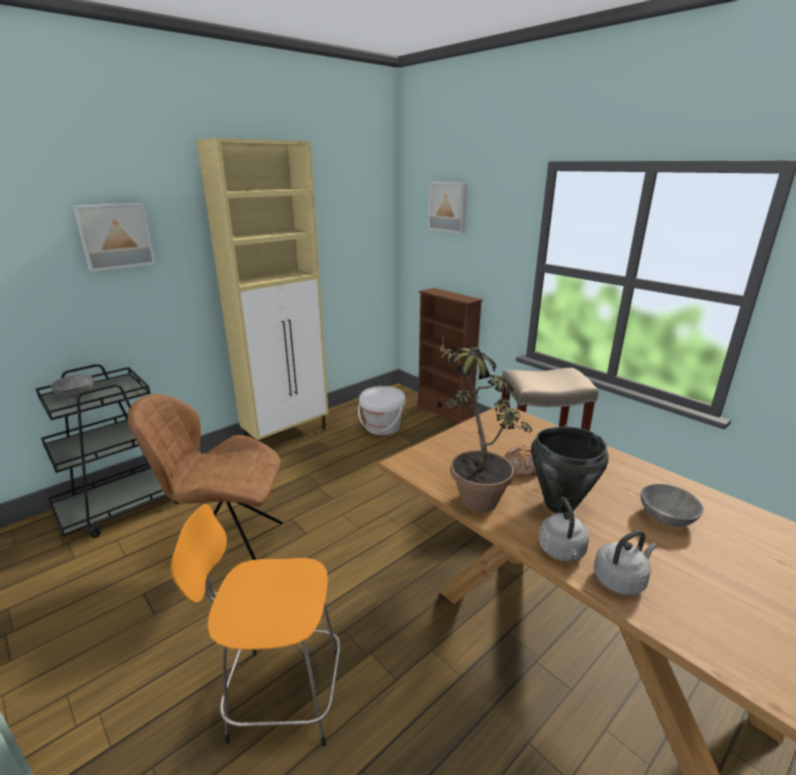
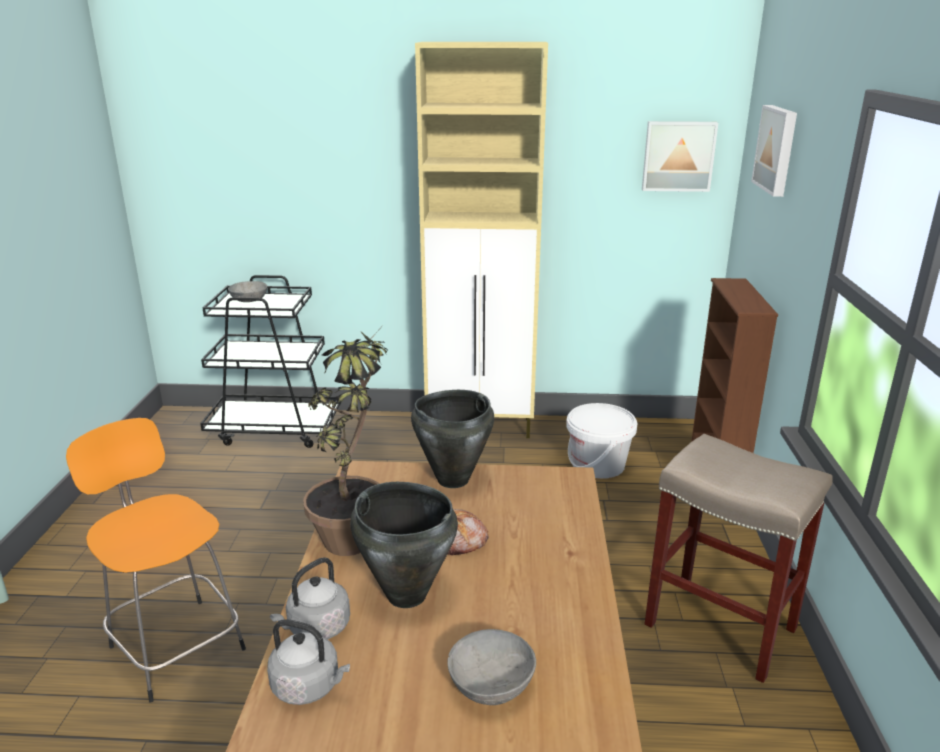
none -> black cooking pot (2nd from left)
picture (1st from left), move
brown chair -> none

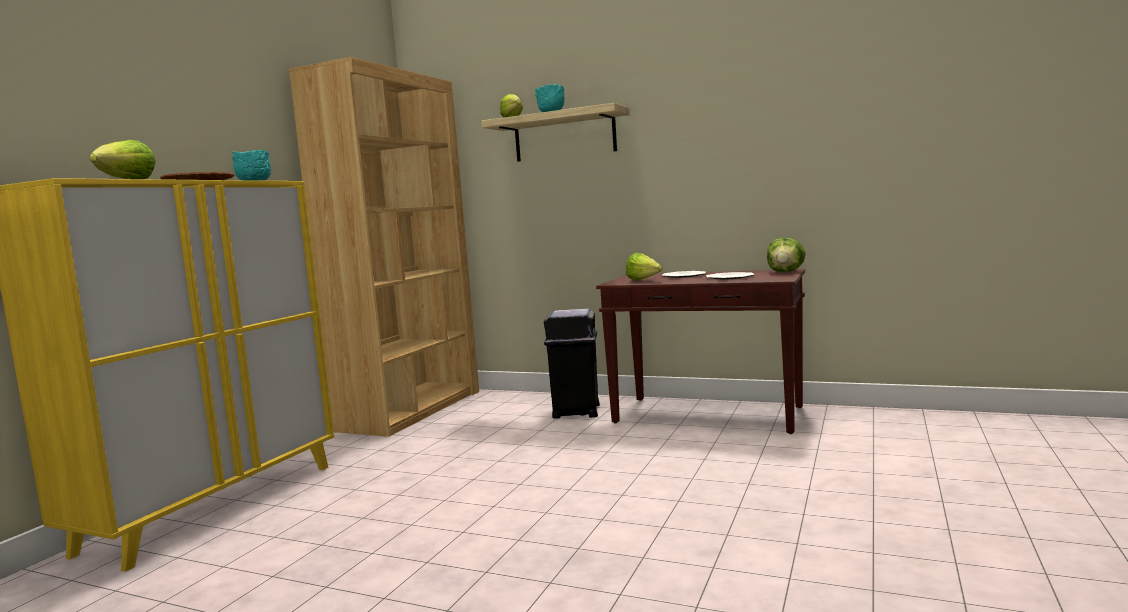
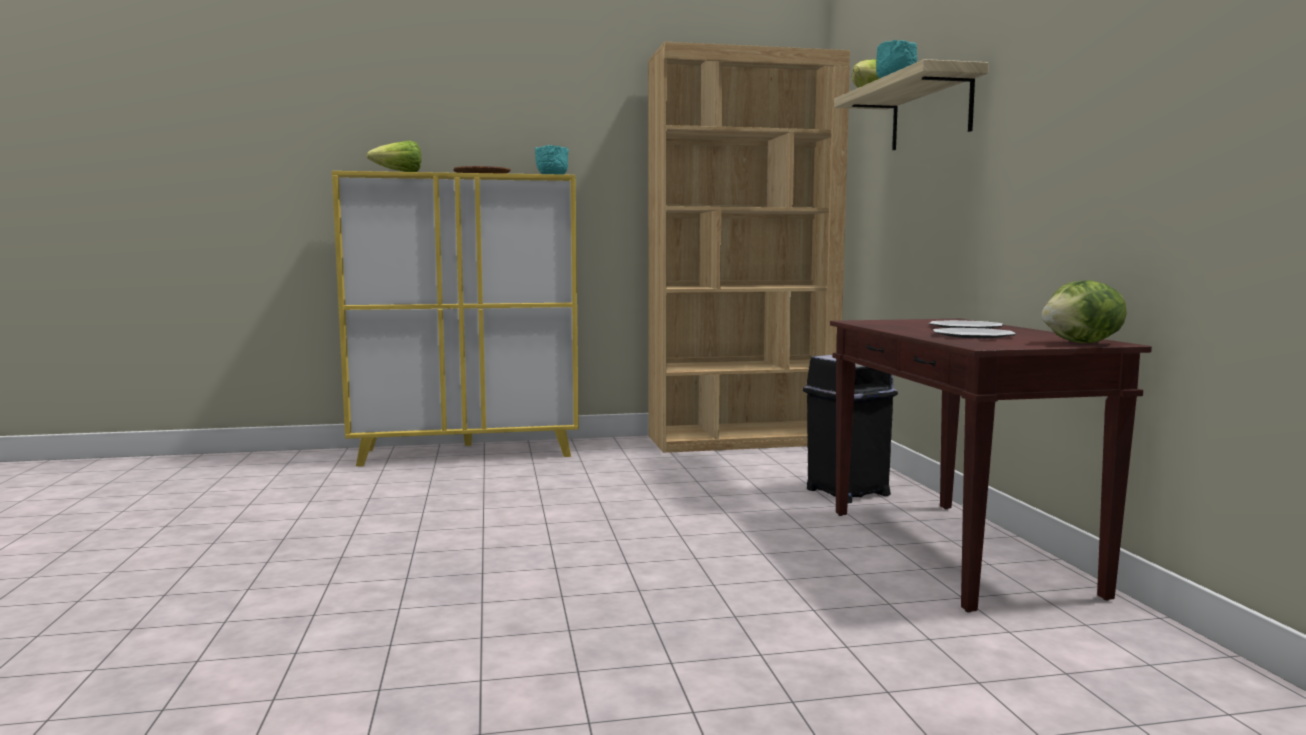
lettuce (3rd from left) -> none

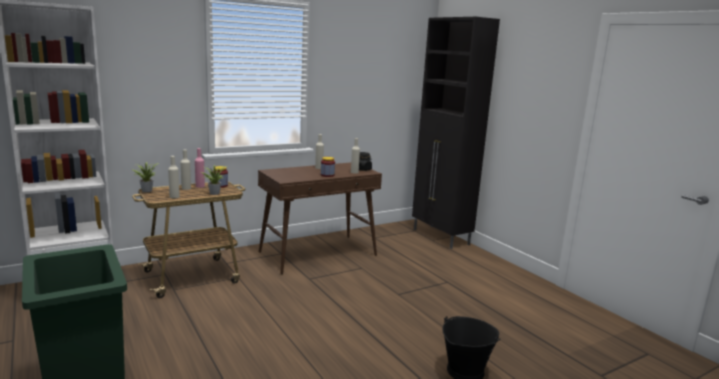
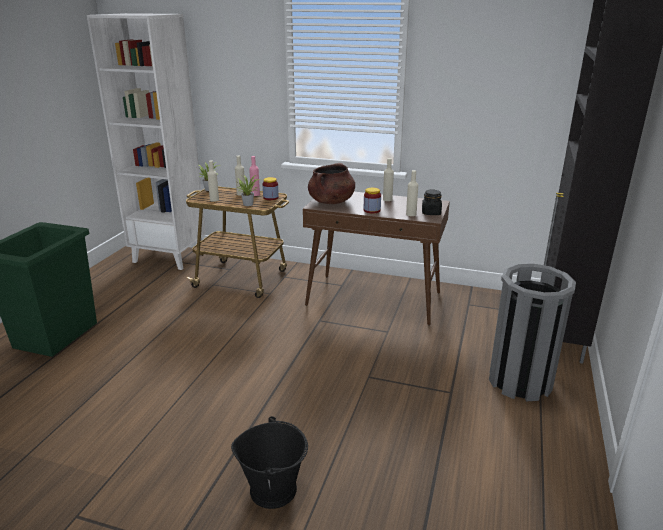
none -> brown cooking pot
none -> grey trash can

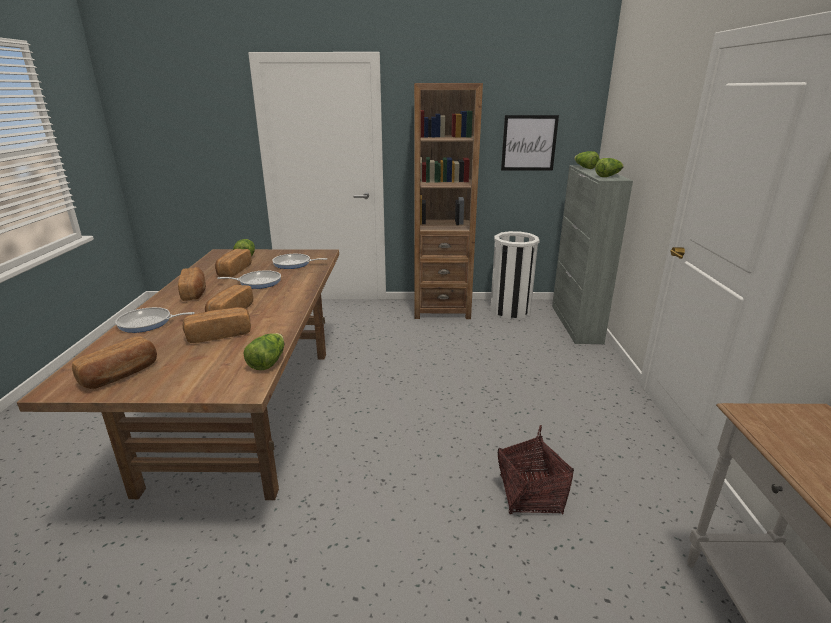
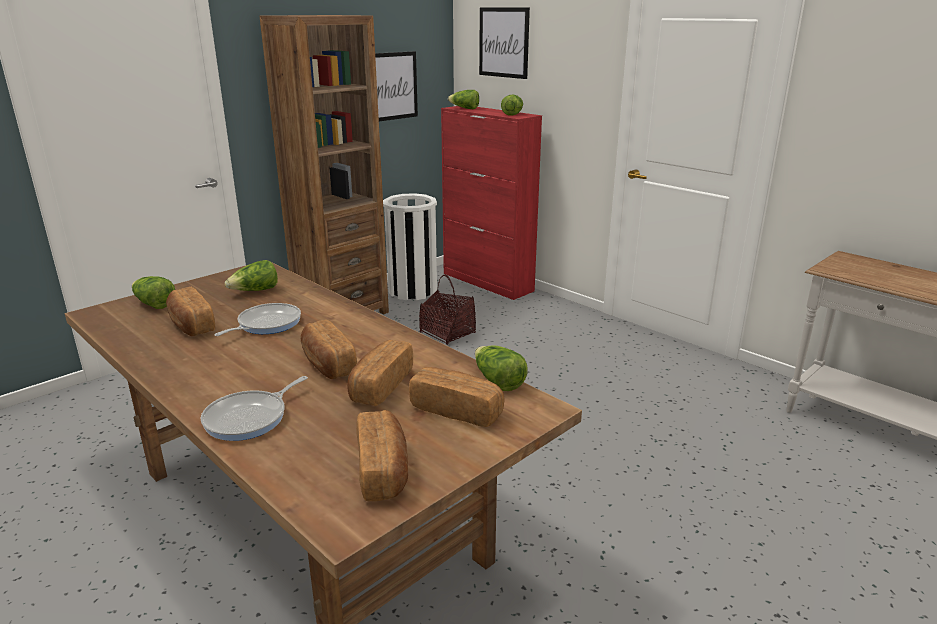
frying pan (3rd from left) -> lettuce (2nd from left)
bread (2nd from left in the first image) -> bread (5th from left), move
basket, move
grey cabinet -> red cabinet
none -> picture (2nd from left)

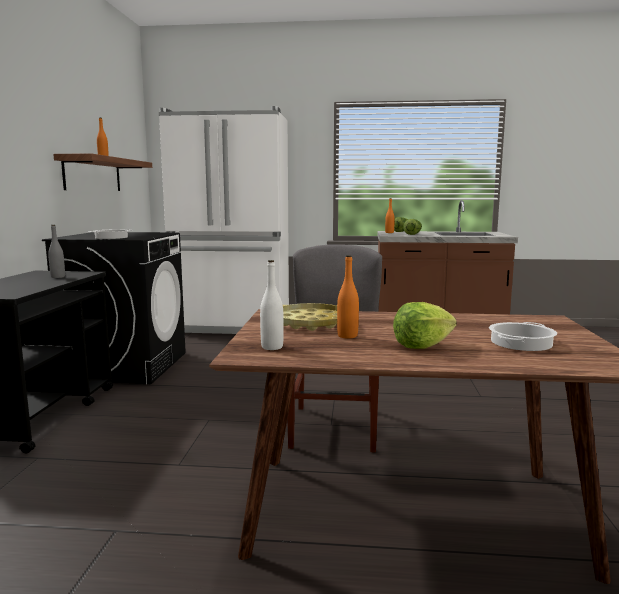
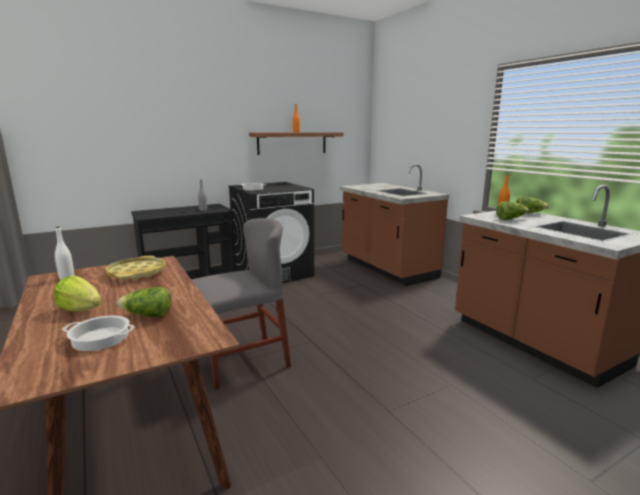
none -> lettuce (2nd from left)
white fridge -> brown counter (1st from left)
orange bottle (2nd from left) -> none

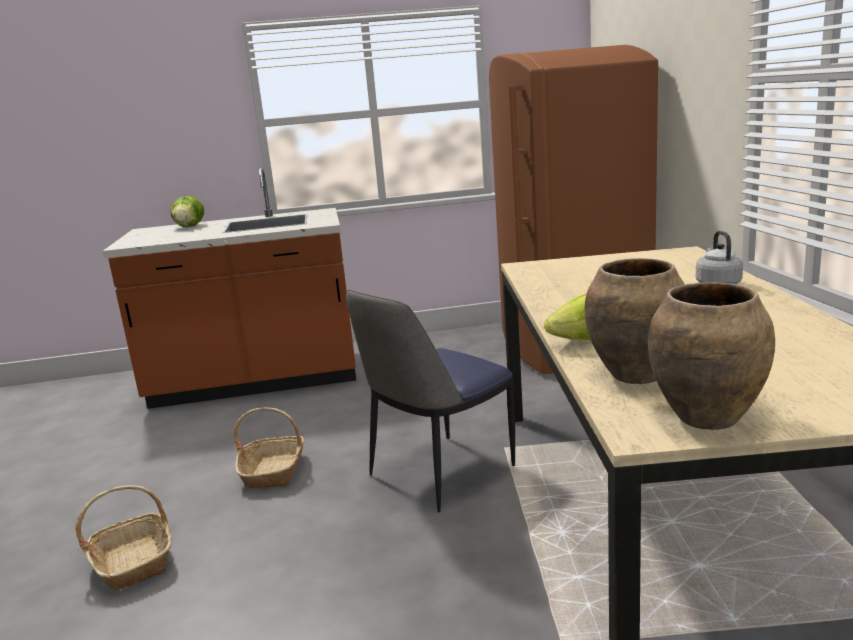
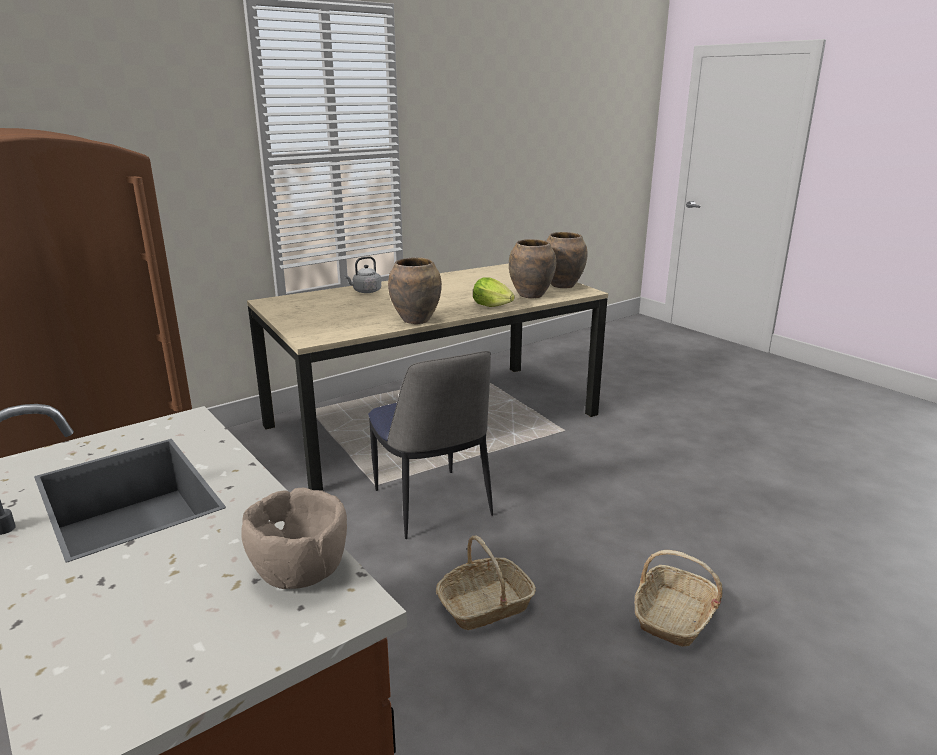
none -> brown bowl
chair, 45 degrees clockwise
none -> brown vase (1st from left)
lettuce (1st from left) -> none

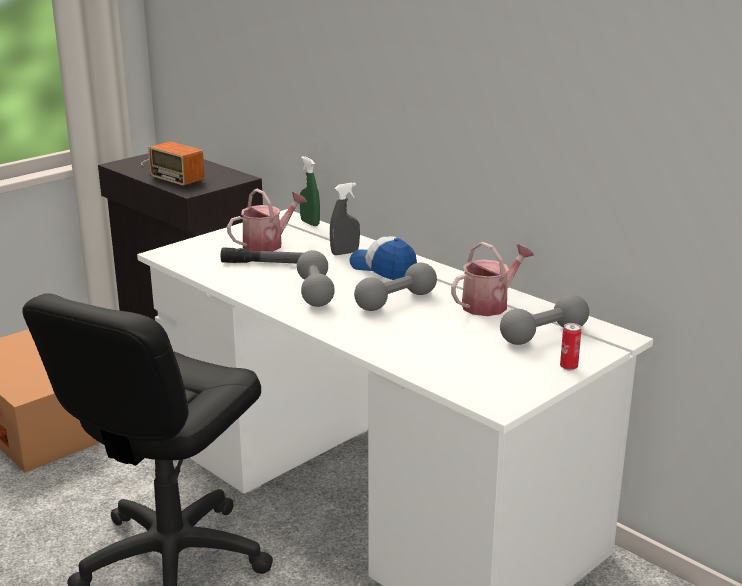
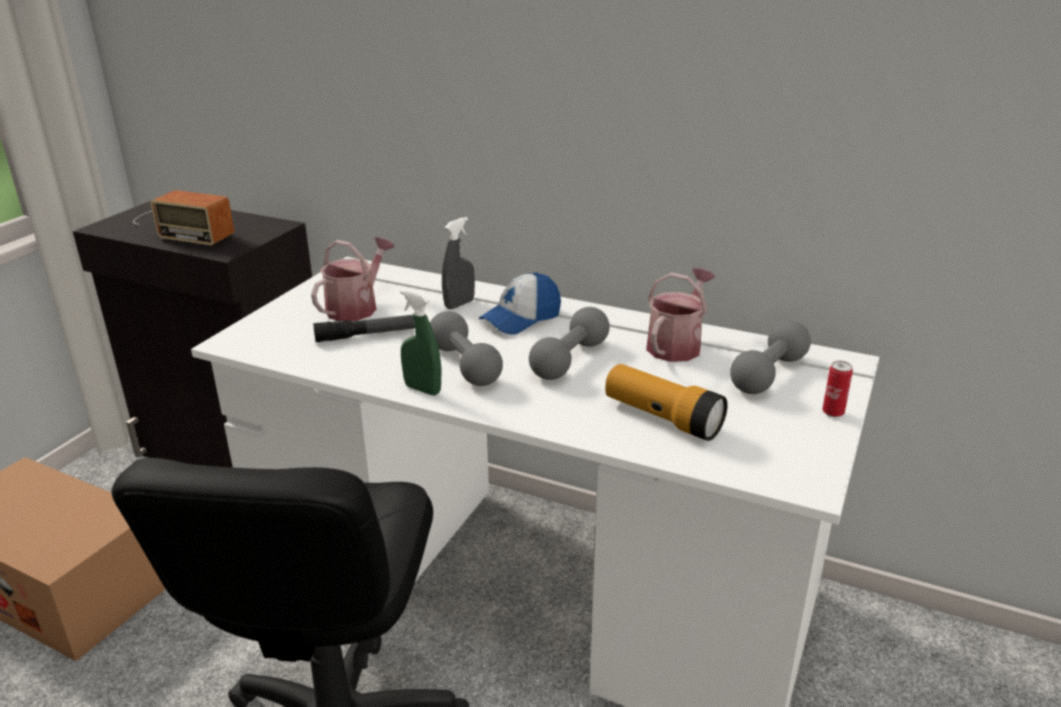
green spray bottle, move
cap, 60 degrees counterclockwise
none -> flashlight (2nd from left)

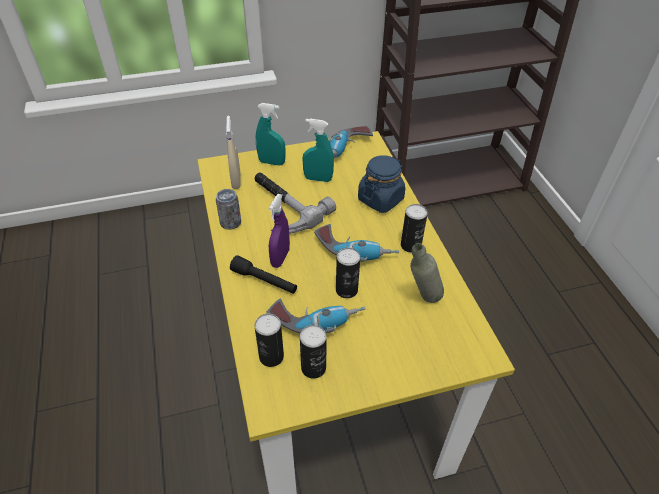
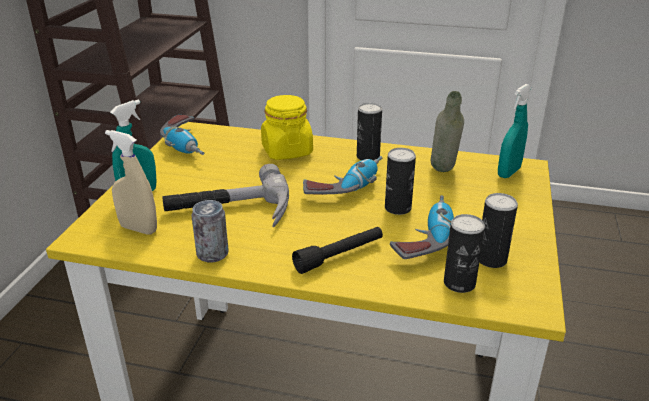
blue jar -> yellow jar
turquoise spray bottle (2nd from left), move
purple spray bottle -> none

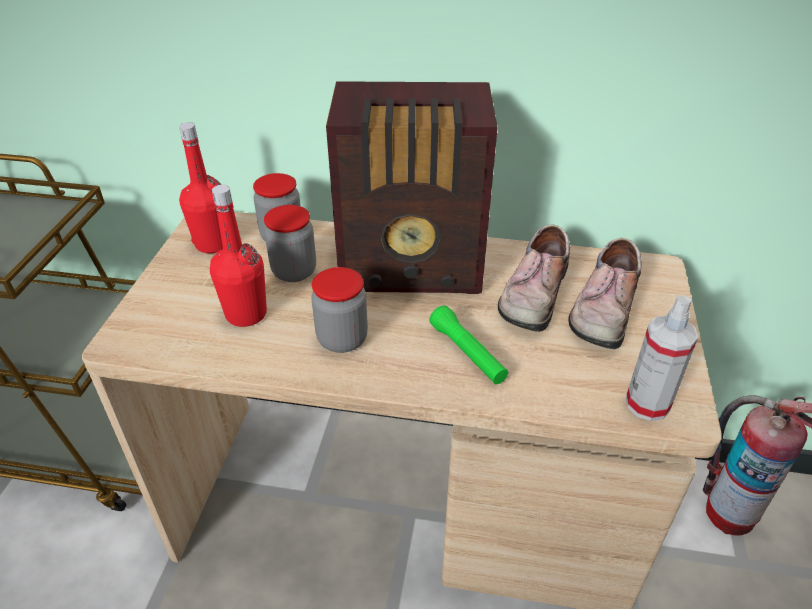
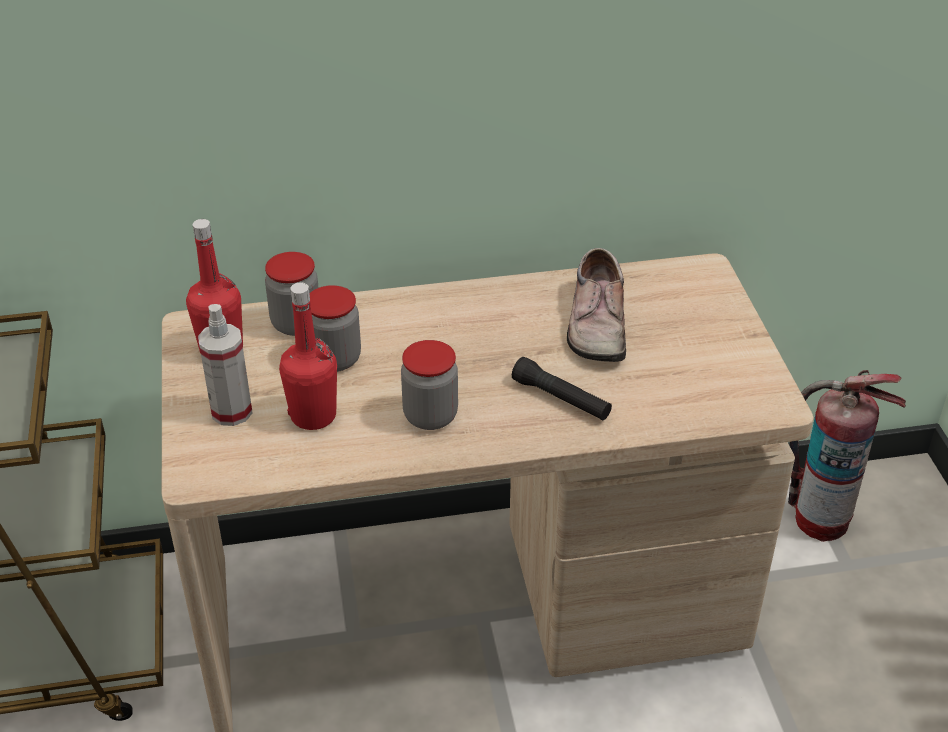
spray bottle, move
green flashlight -> black flashlight
radio -> none
shoe (2nd from left) -> none

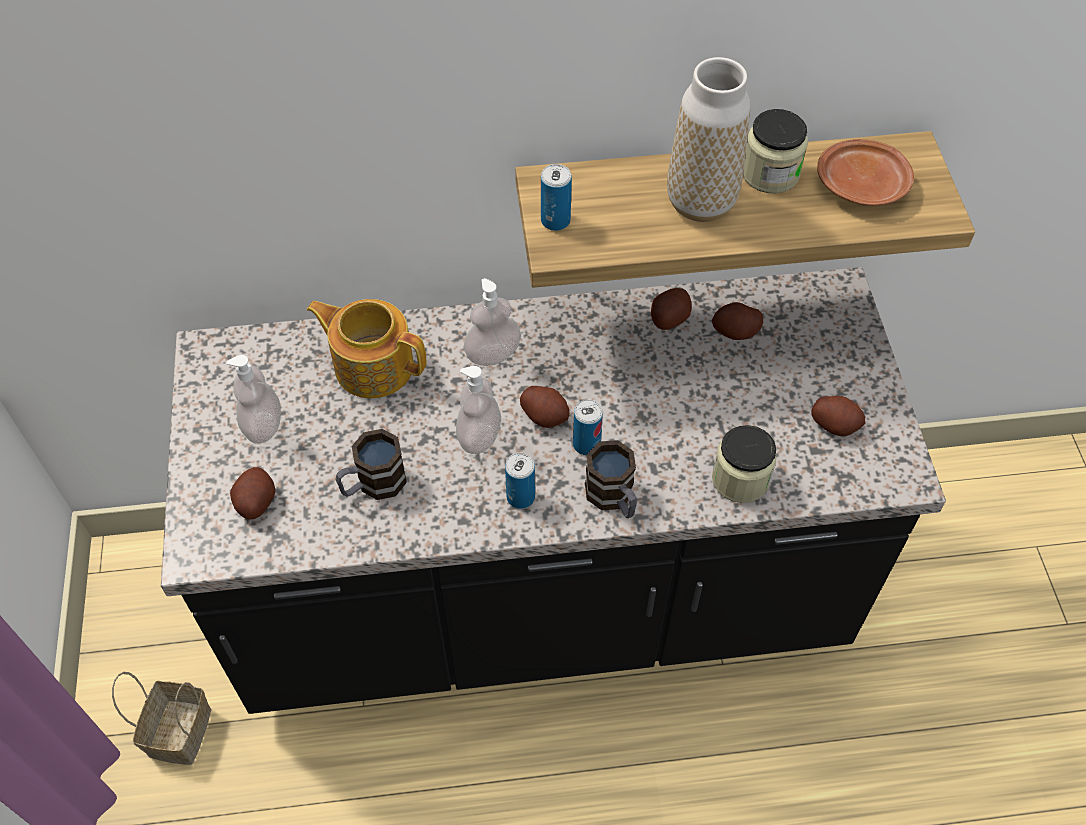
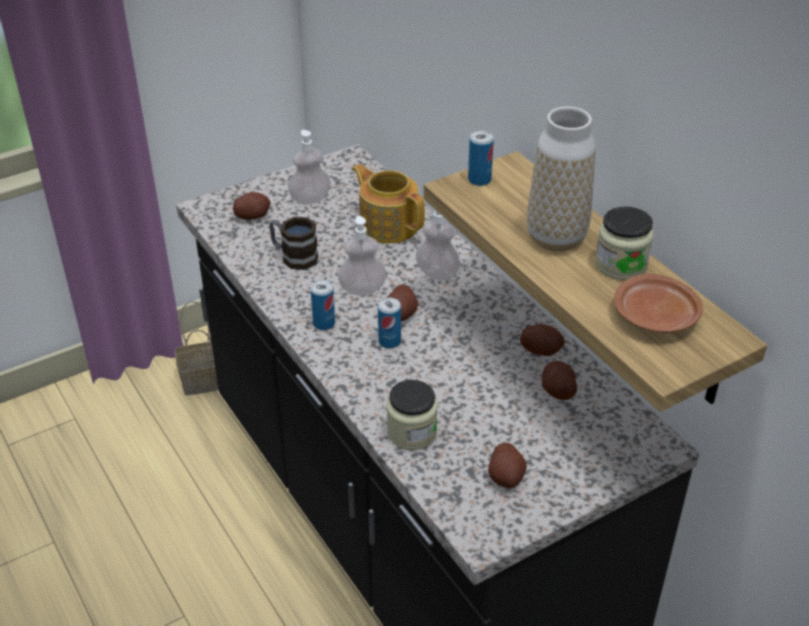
teapot, 45 degrees counterclockwise
mug (2nd from left) -> none

